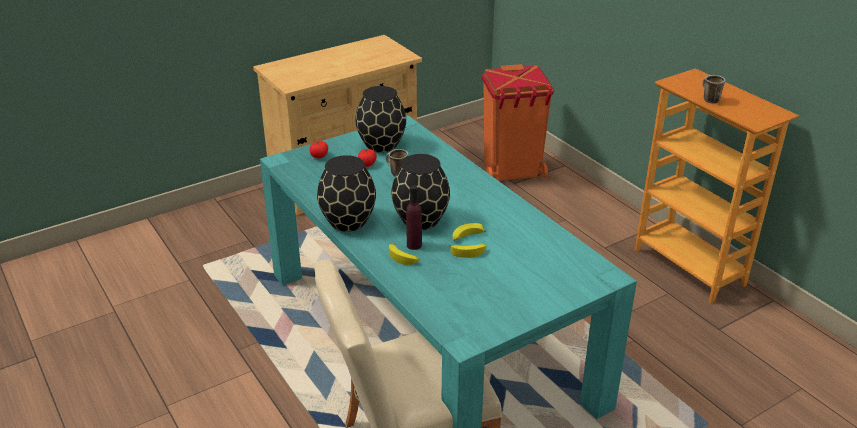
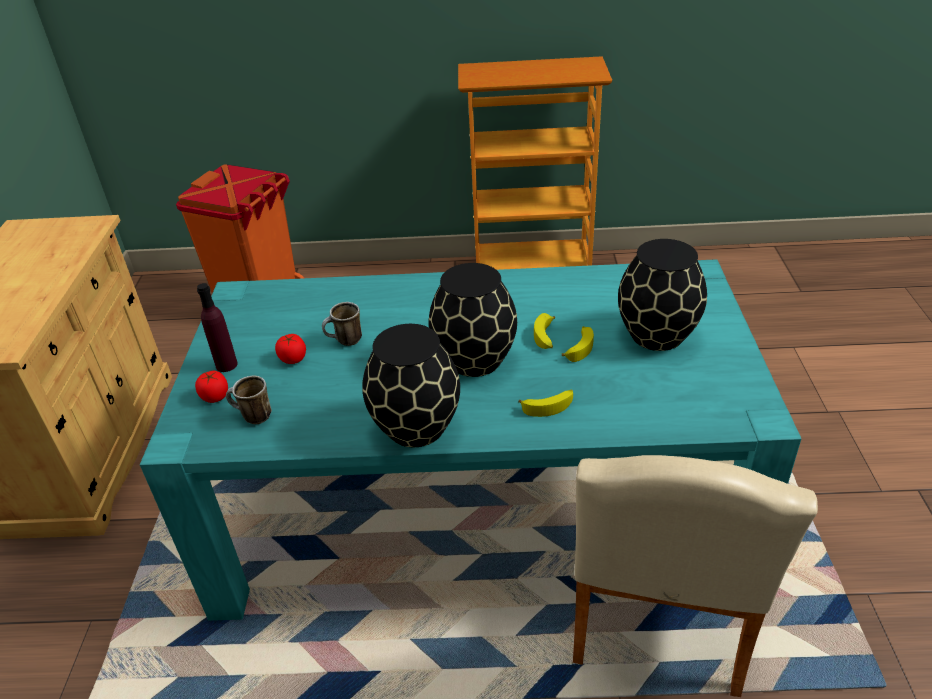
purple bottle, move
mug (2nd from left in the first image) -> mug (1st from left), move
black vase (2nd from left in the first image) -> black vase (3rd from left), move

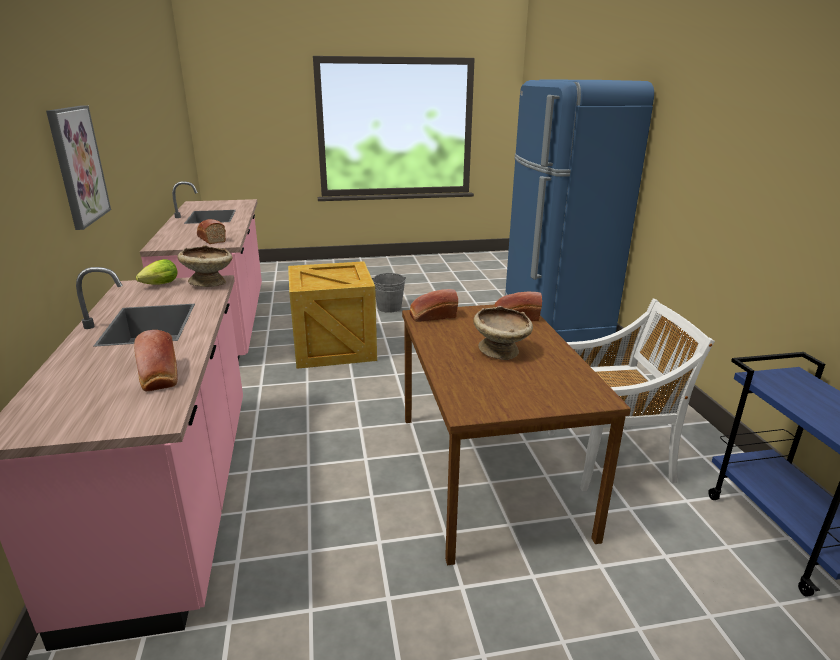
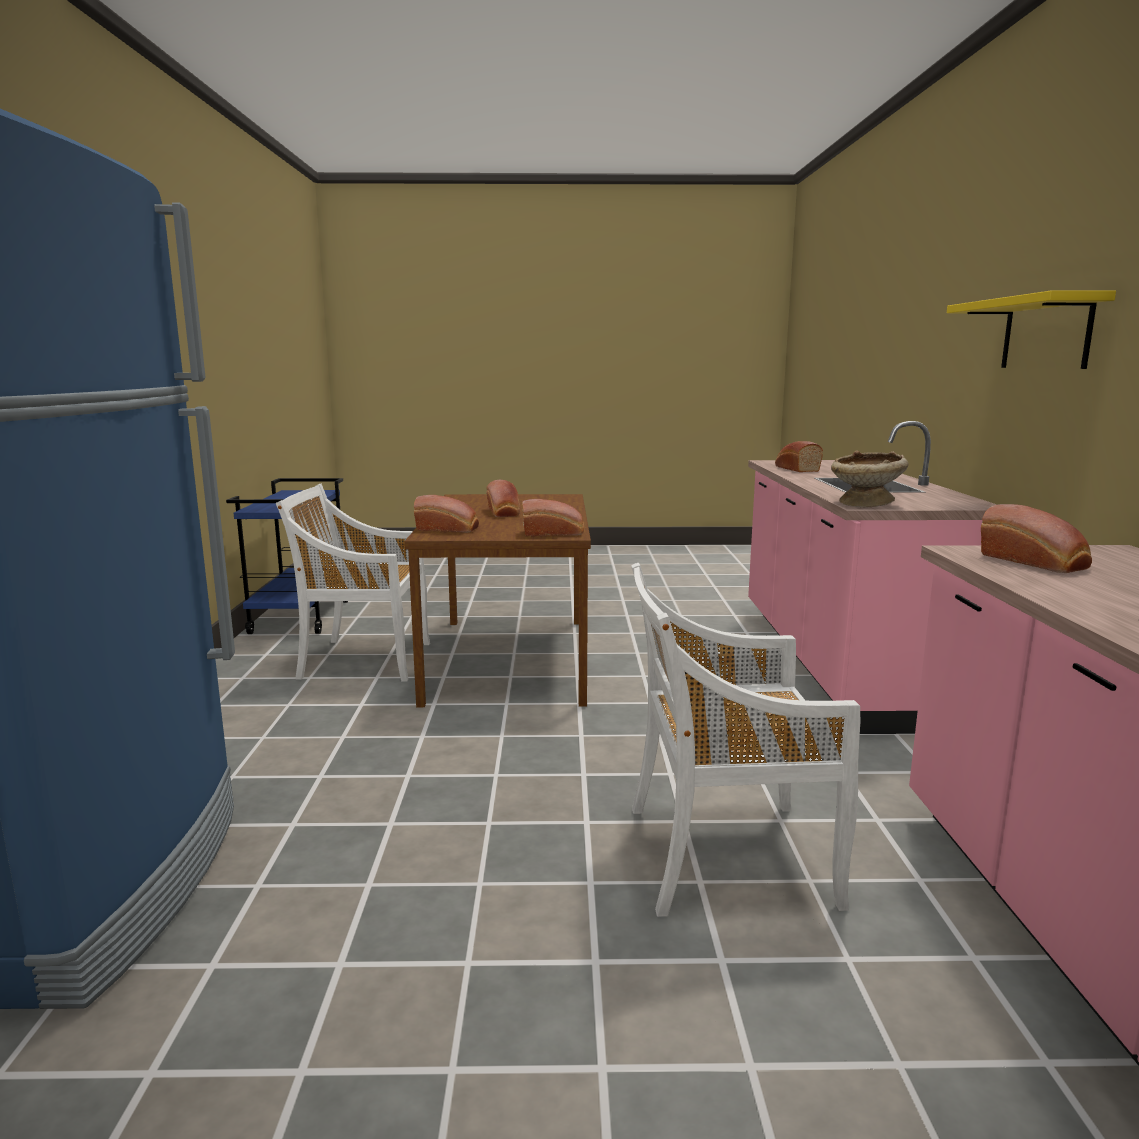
beige bowl (2nd from left) -> bread (2nd from left)
crate -> white chair (2nd from left)
picture -> yellow shelf
lettuce -> none
grey bucket -> none

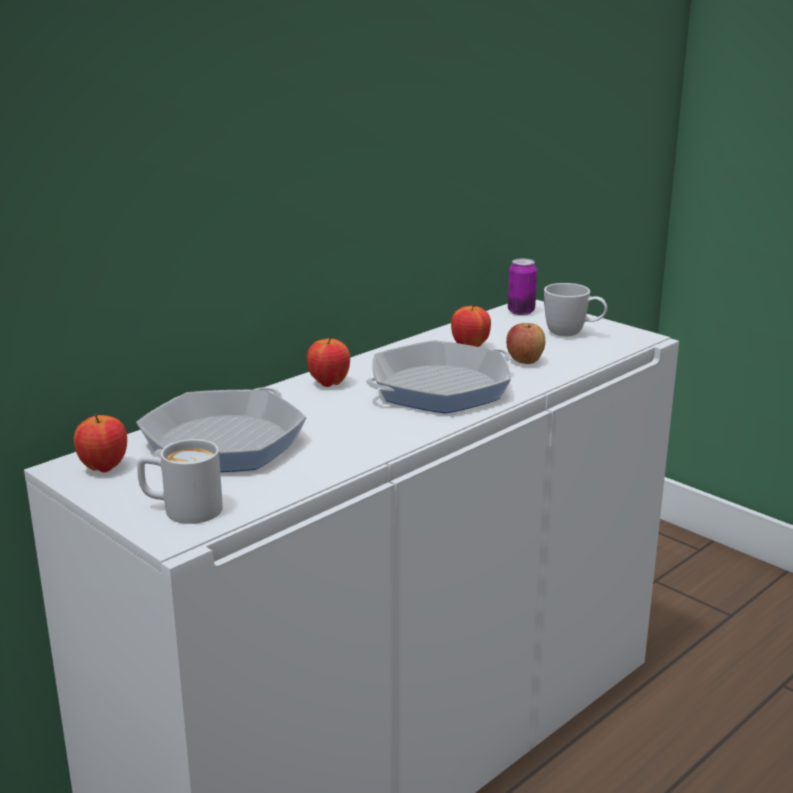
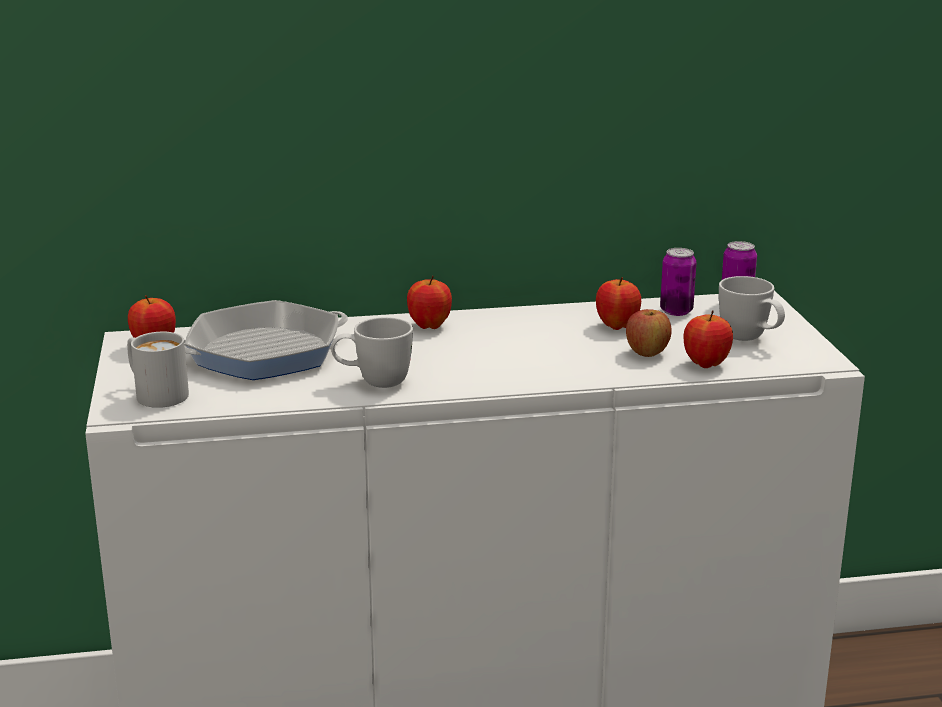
none -> white mug (2nd from left)
none -> can (1st from left)
none -> apple (5th from left)
frying pan (2nd from left) -> none

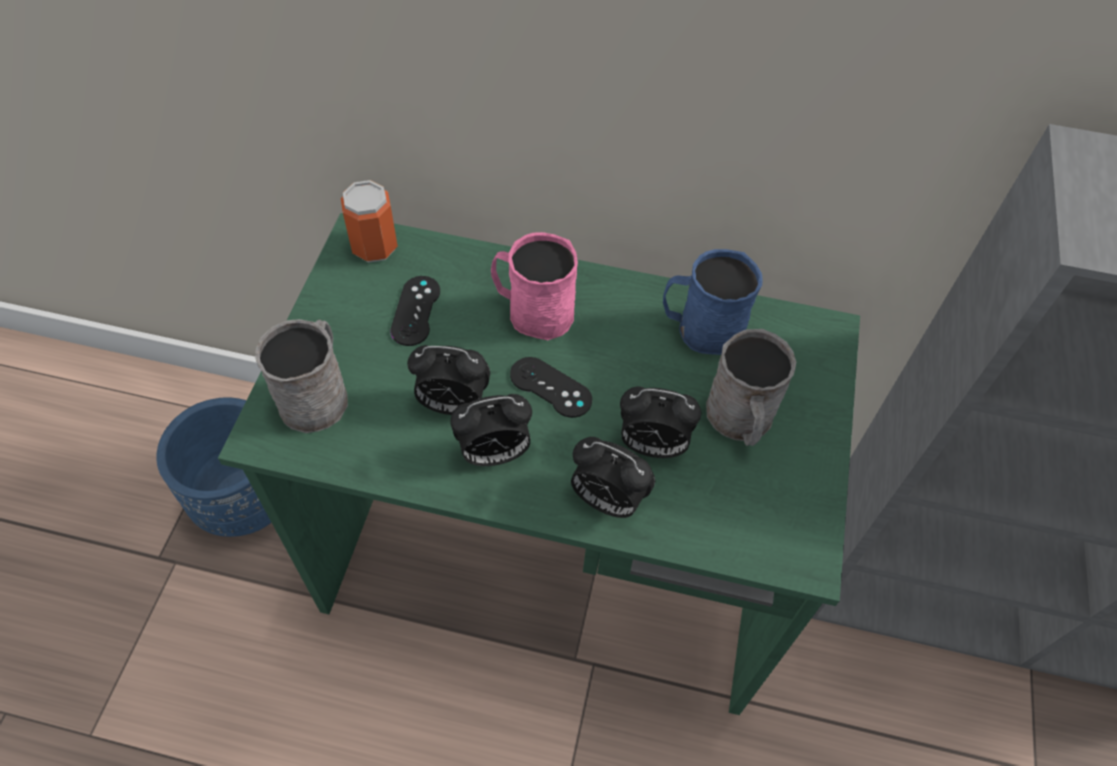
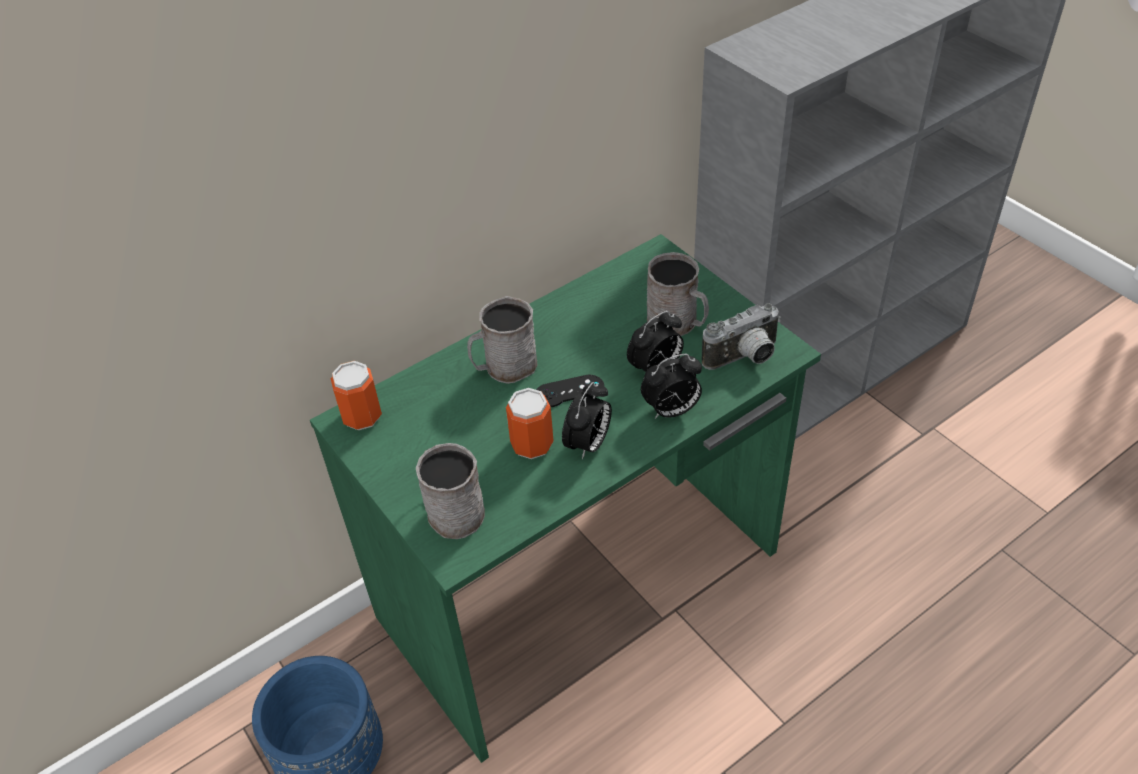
pink mug -> grey mug (2nd from left)
alarm clock (1st from left) -> can (2nd from left)
none -> photo camera
black game controller (1st from left) -> none
blue mug -> none

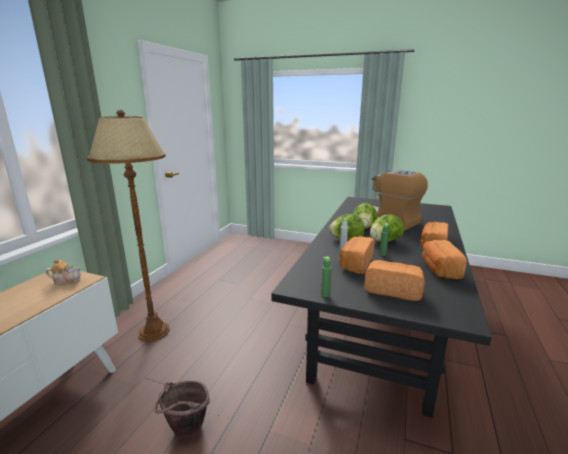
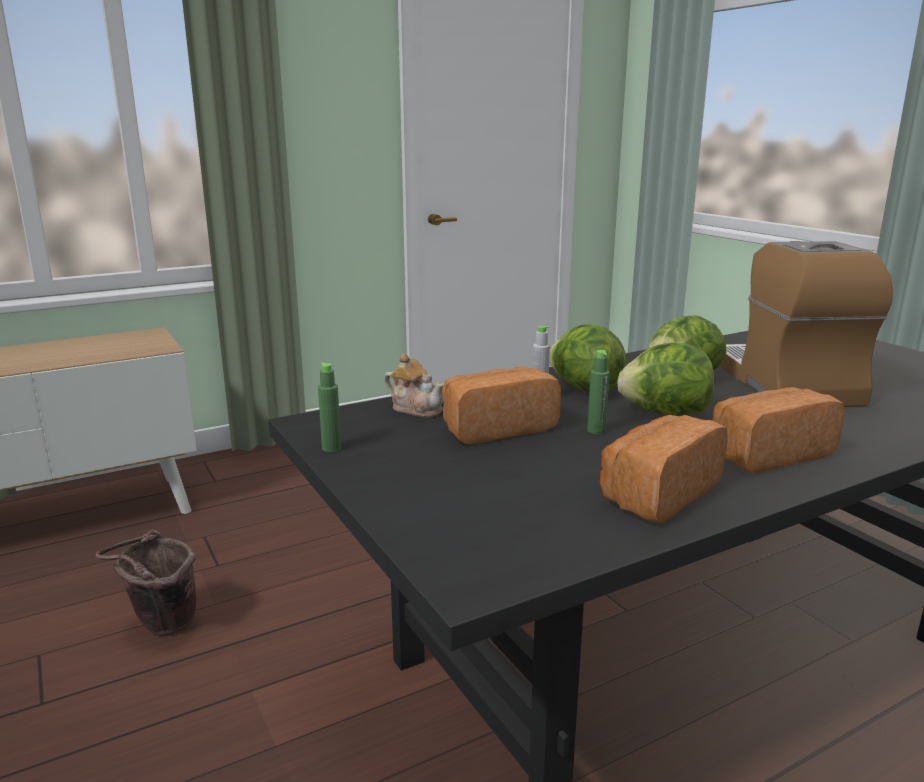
teapot, move
brown floor lamp -> none
bread (2nd from left) -> none

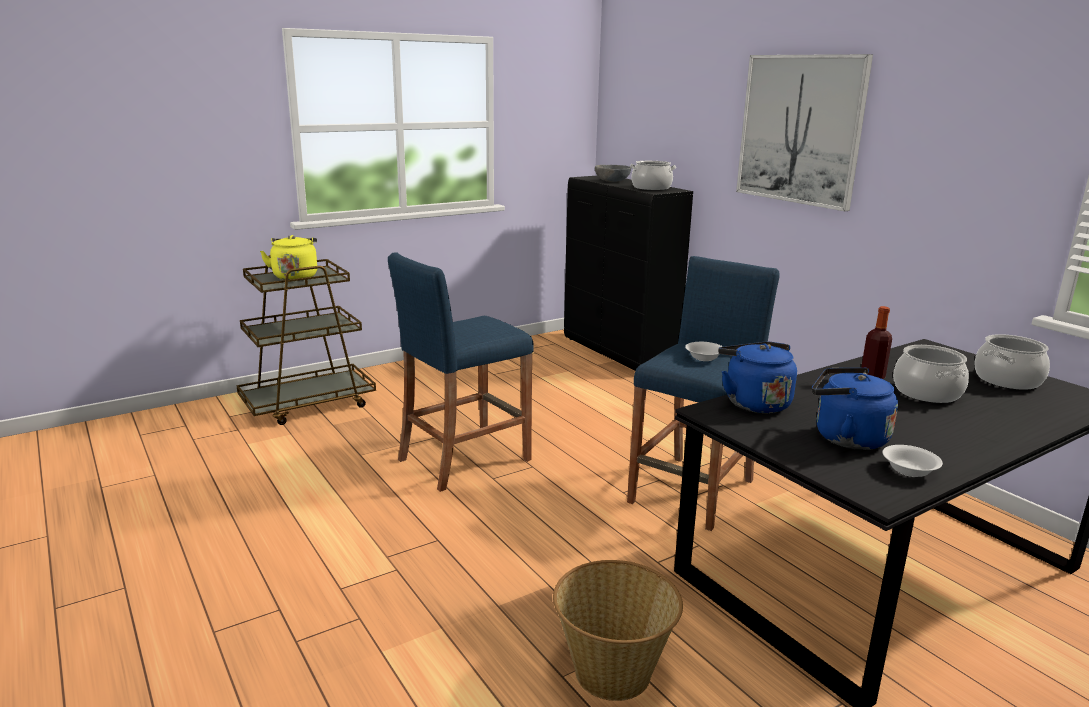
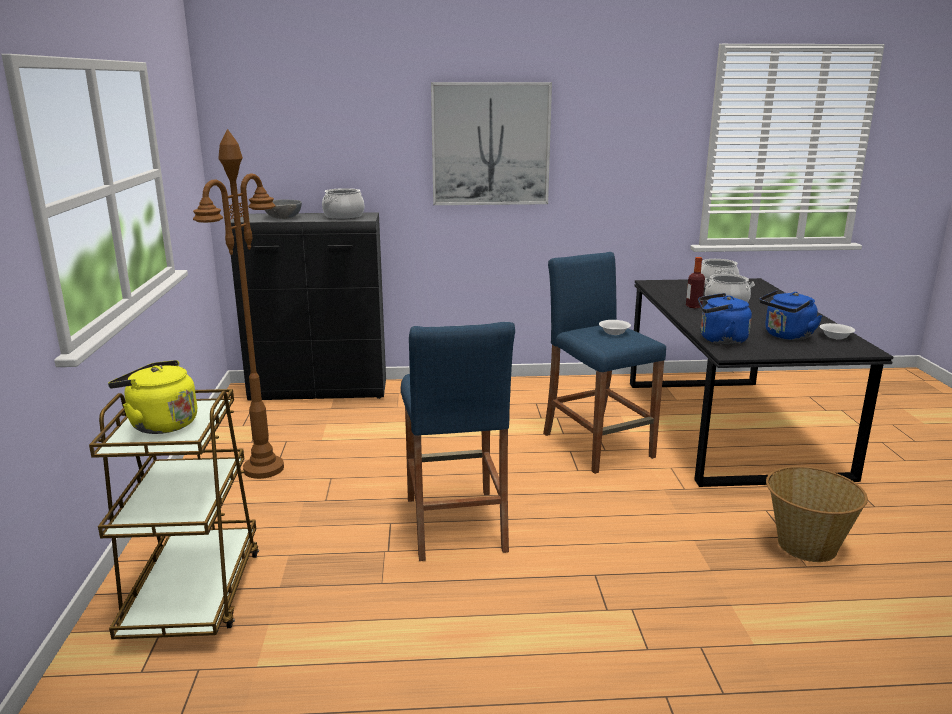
none -> brown floor lamp

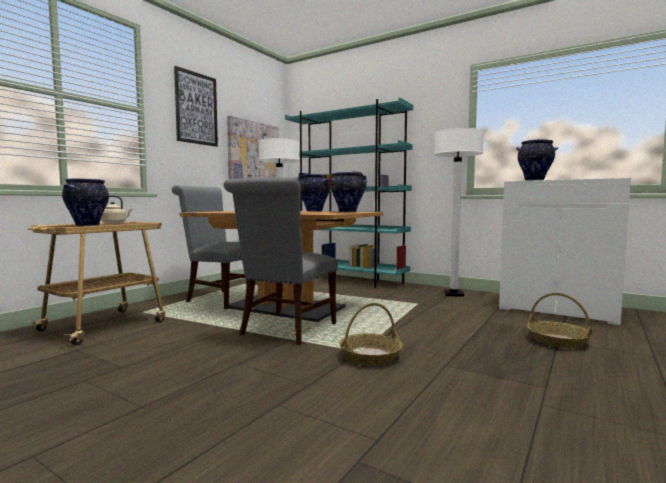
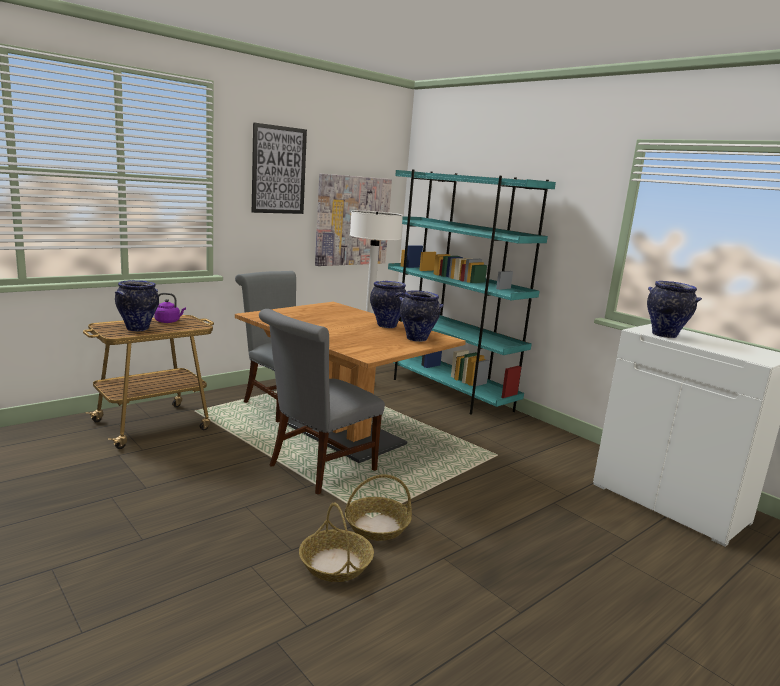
beige kettle -> purple kettle
basket (2nd from left in the first image) -> basket (1st from left), move
white floor lamp (2nd from left) -> none

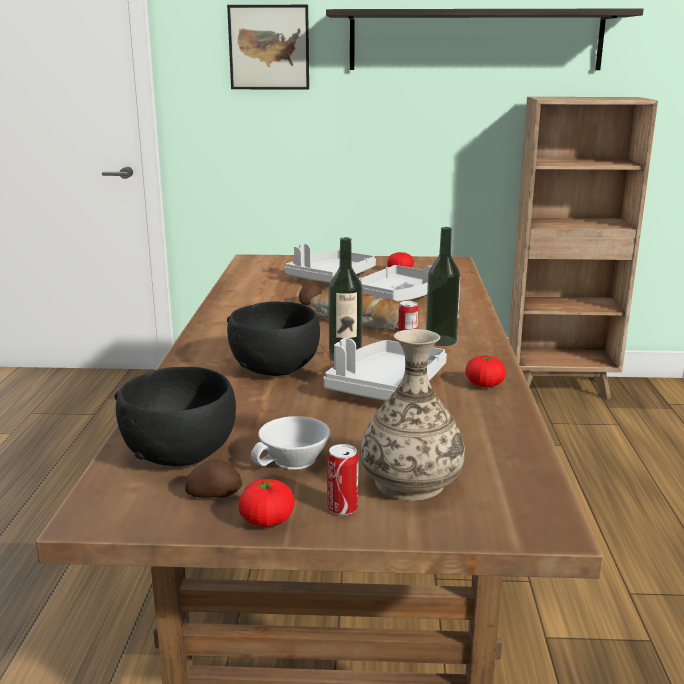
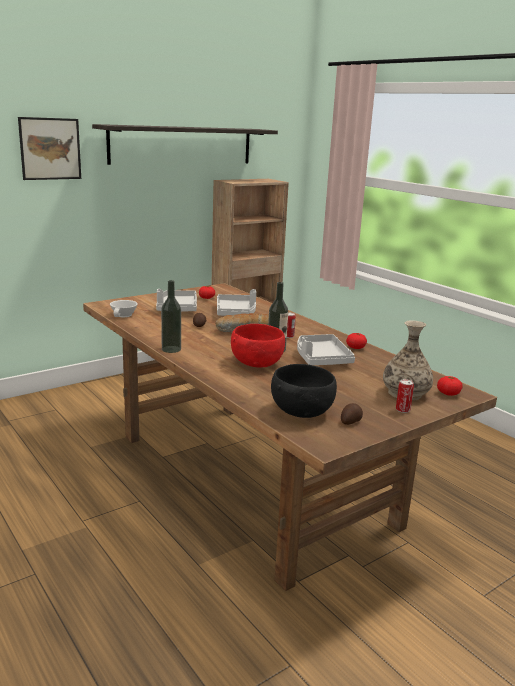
white cup, move
bottle (2nd from left in the first image) -> bottle (1st from left), move
black bowl (2nd from left) -> red bowl
tomato (1st from left in the first image) -> tomato (3rd from left), move

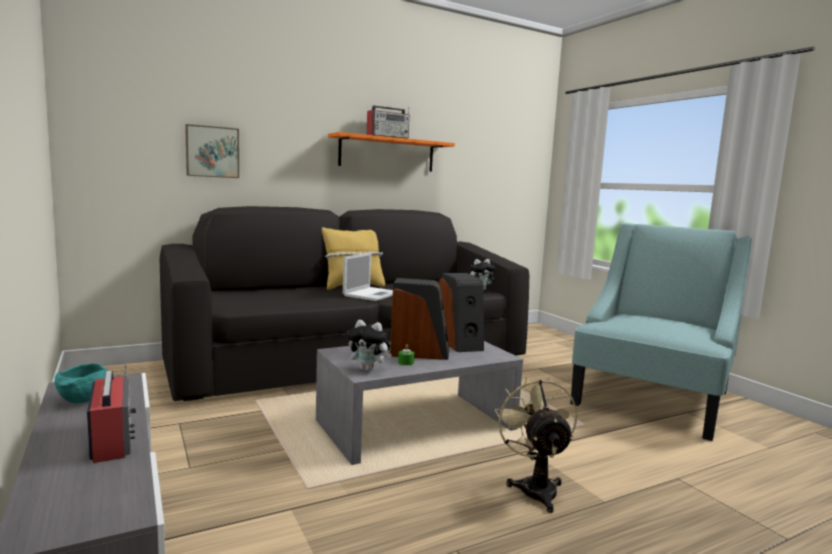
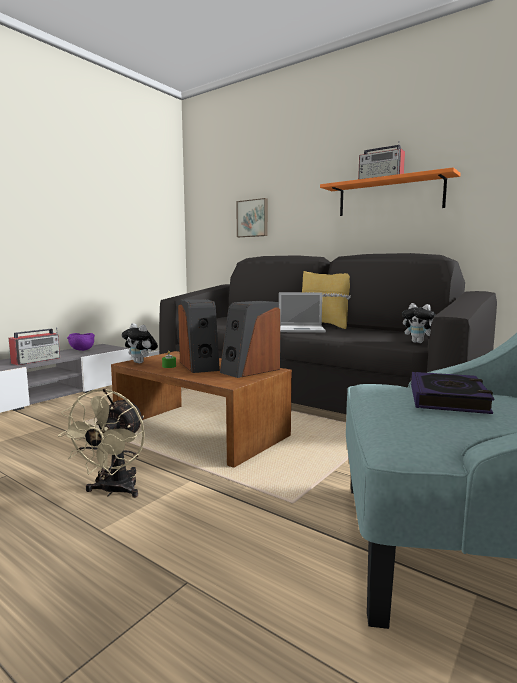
beige fan, 135 degrees clockwise
turquoise bowl -> purple bowl
grey coffee table -> brown coffee table
plush toy (1st from left), 45 degrees counterclockwise
none -> book

